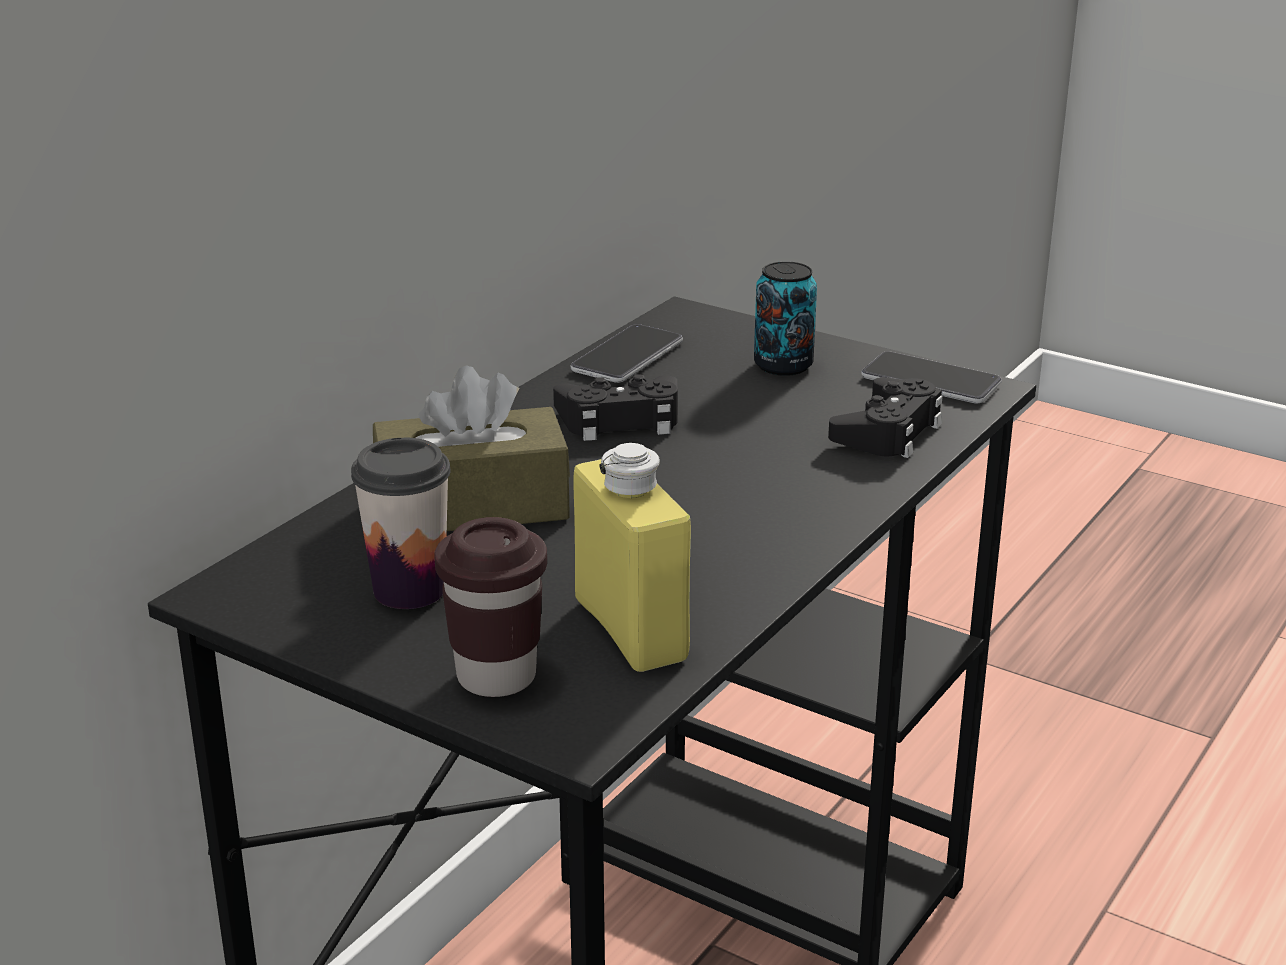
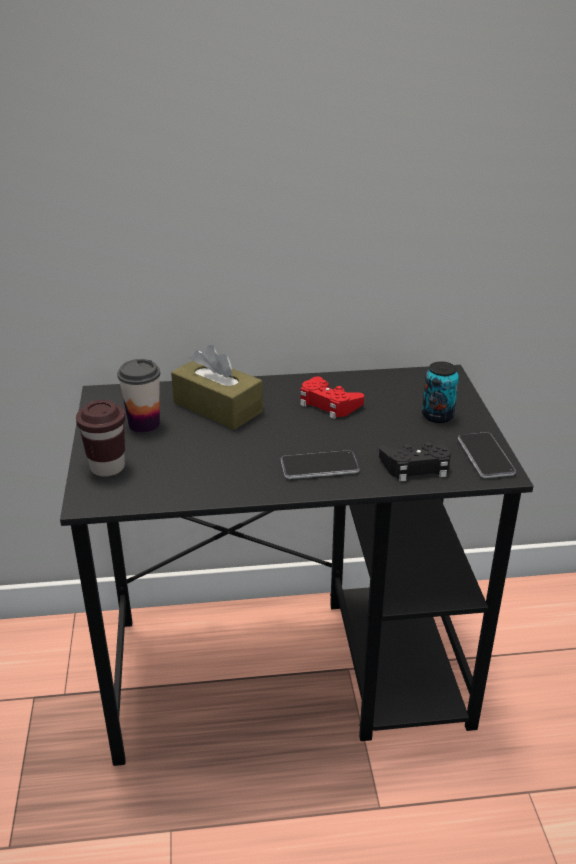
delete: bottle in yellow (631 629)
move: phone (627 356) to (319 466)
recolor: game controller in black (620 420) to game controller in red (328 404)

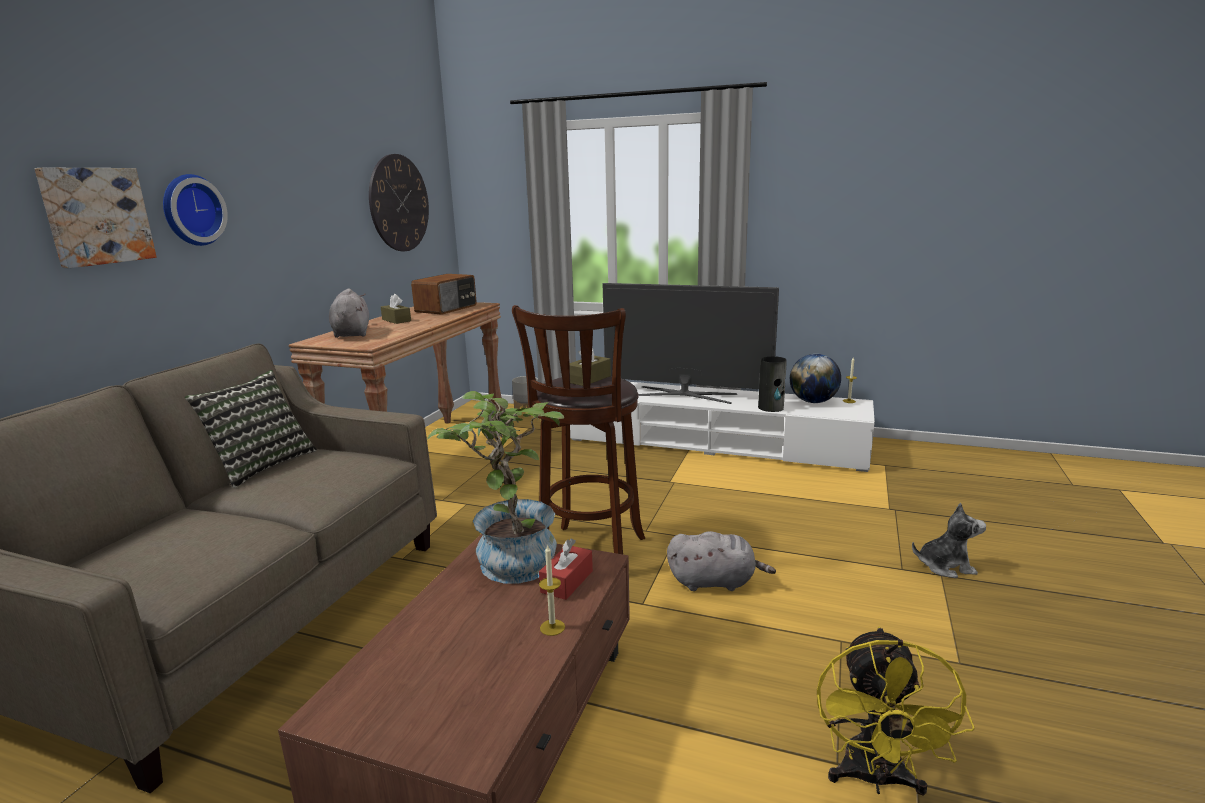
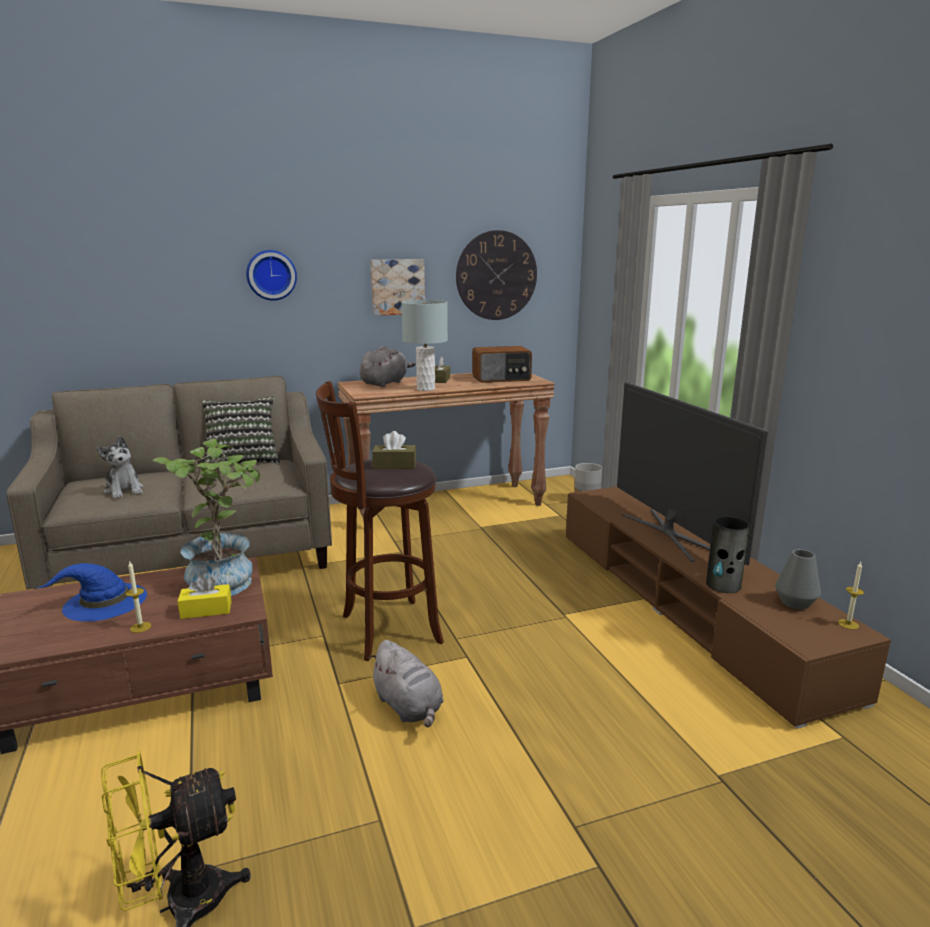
insert: hat in blue (104 602); table lamp in grey (426 389)
move: plush toy (945 566) to (124 490); picture (96 216) to (397 287)
replace: globe (813 402) to vase in grey (795 603)
recolor: tissue box in red (567 581) to tissue box in yellow (206 610); tv stand in white (715 444) to tv stand in brown (688 606)

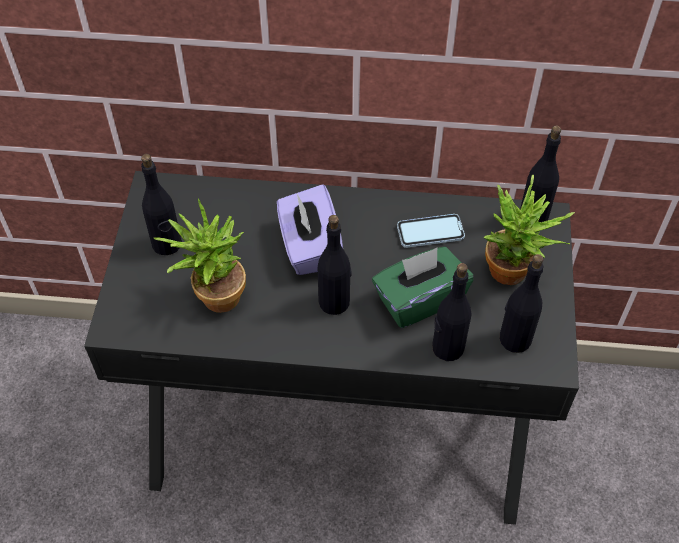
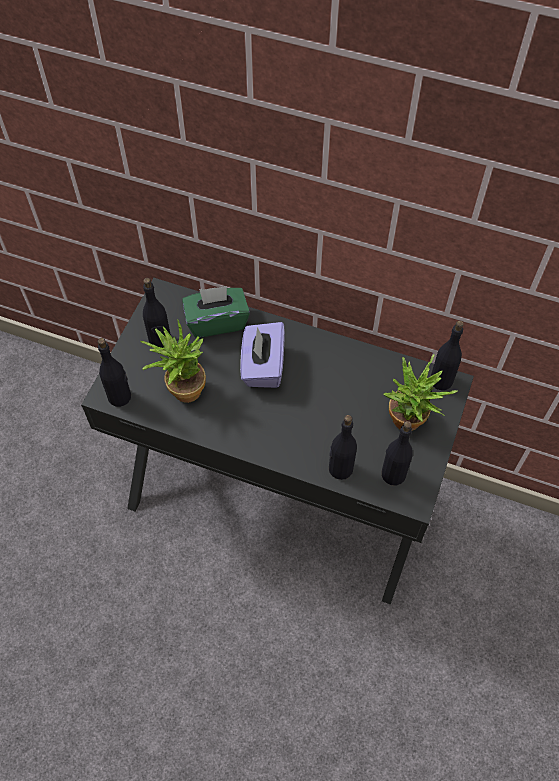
delete: phone (430 232)
move: bottle in black (334 302) to (120 396); tissue box in green (419 300) to (217 321)

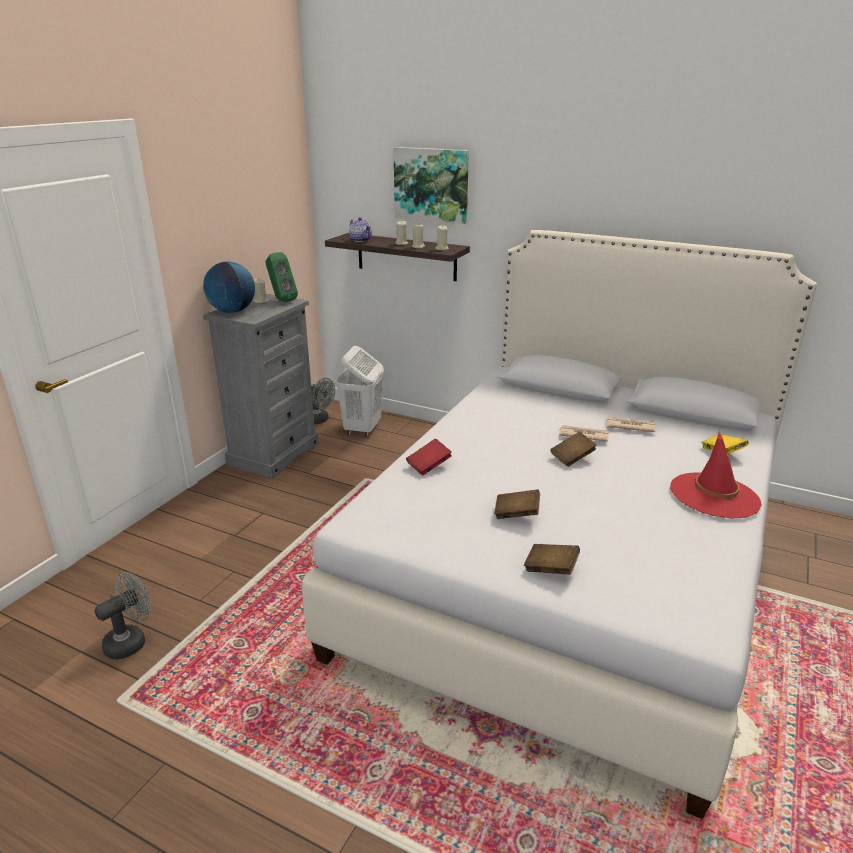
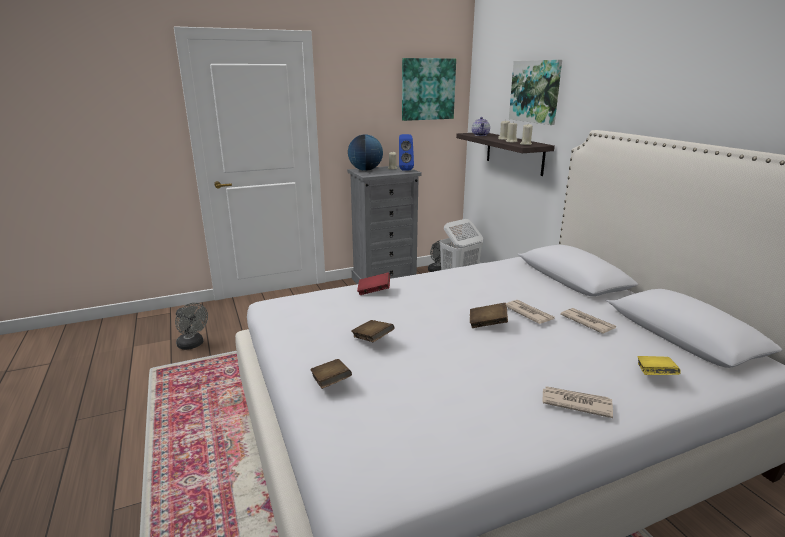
insert: picture (427 89)
replace: hat in red (714 495) to newspaper (575 403)
recolor: speaker in green (281 300) to speaker in blue (405 170)
rotate: fan in grey (131 641) = (193 345) 45 degrees clockwise

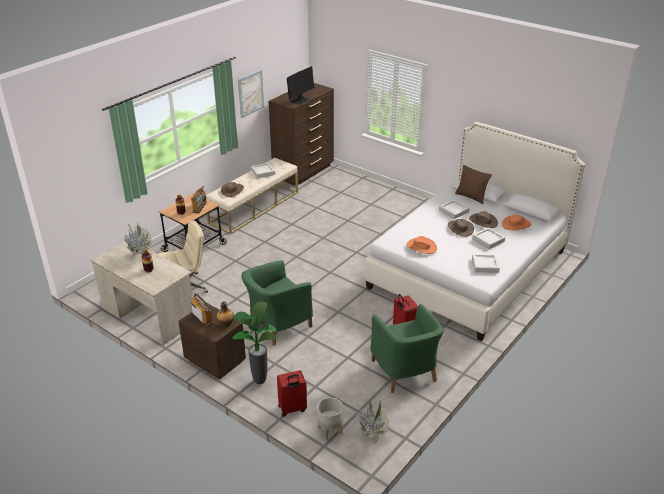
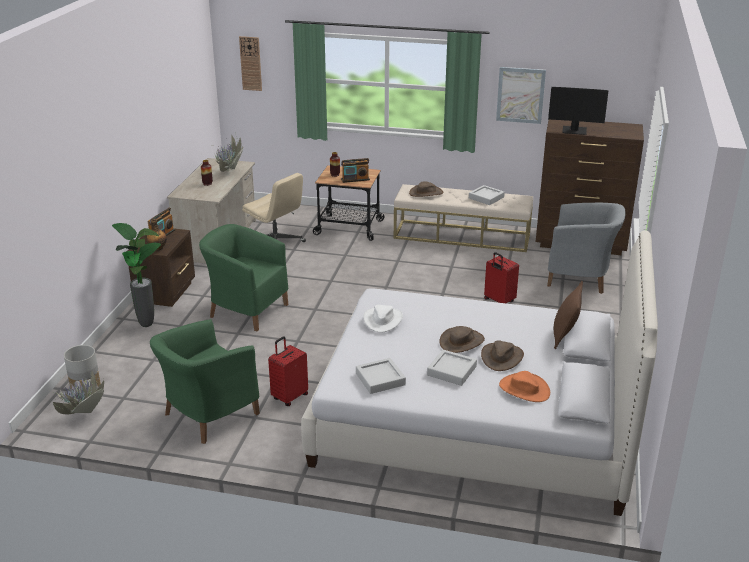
delete: tray in grey (453 211)
insert: wall clock (250 63); armchair in grey (581 278)
move: suitcase in red (292 409) to (498 301)
recolor: hat in orange (421 247) to hat in white (383 320)

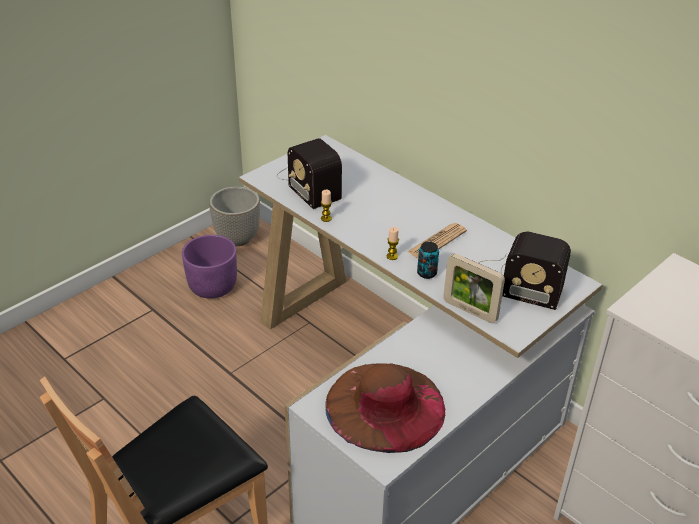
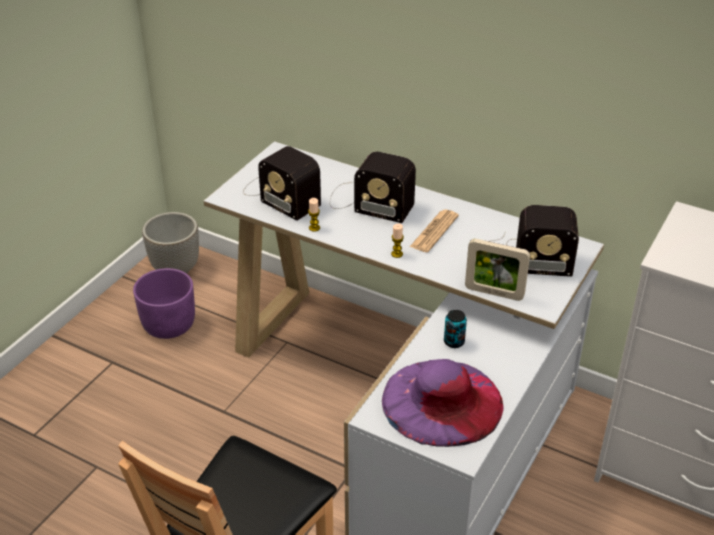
insert: radio (368 201)
move: can (426 273) to (454 342)
recolor: hat in brown (385 406) to hat in purple (442 401)

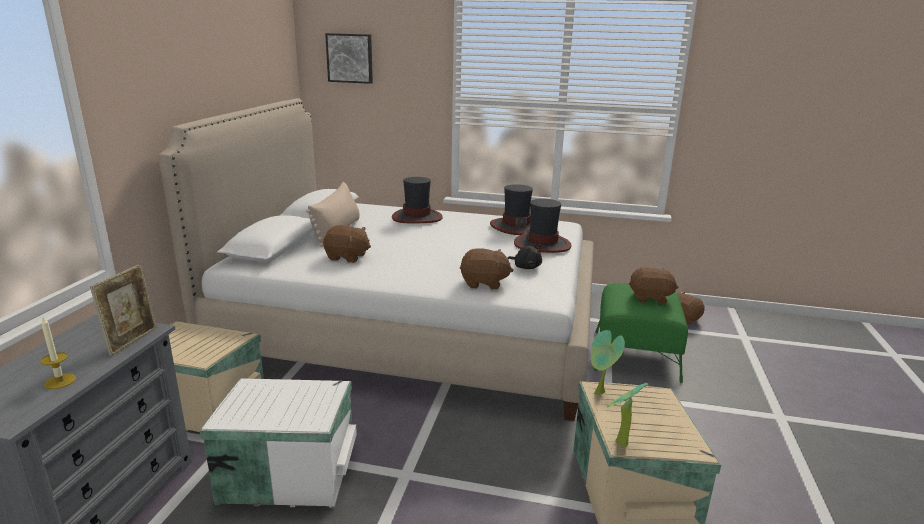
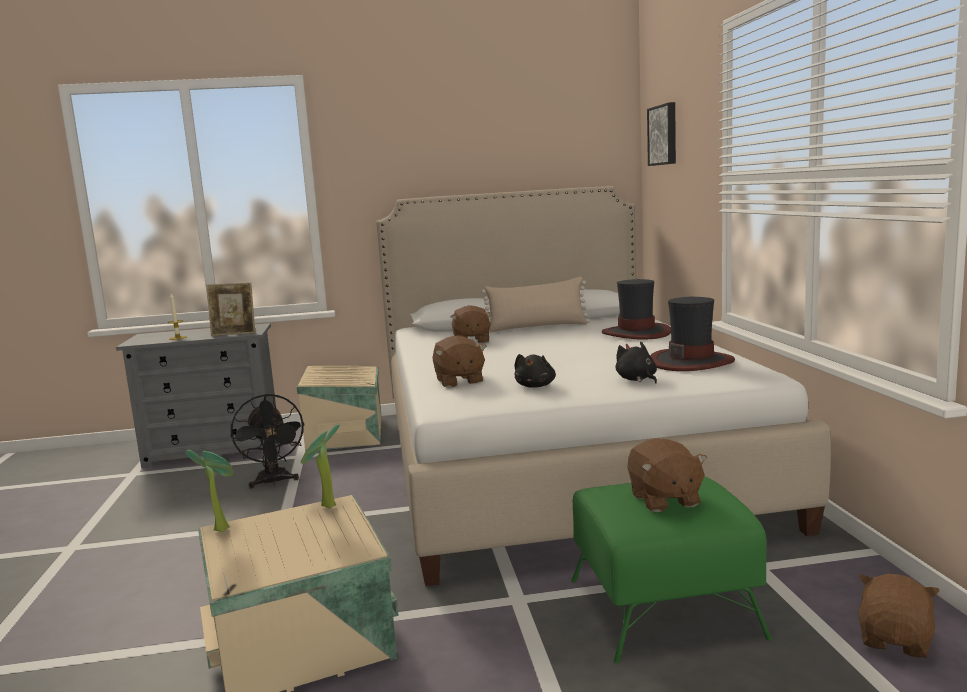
replace: storage box in white (288 469) to fan in black (273 482); hat (542 244) to plush toy in black (637 379)

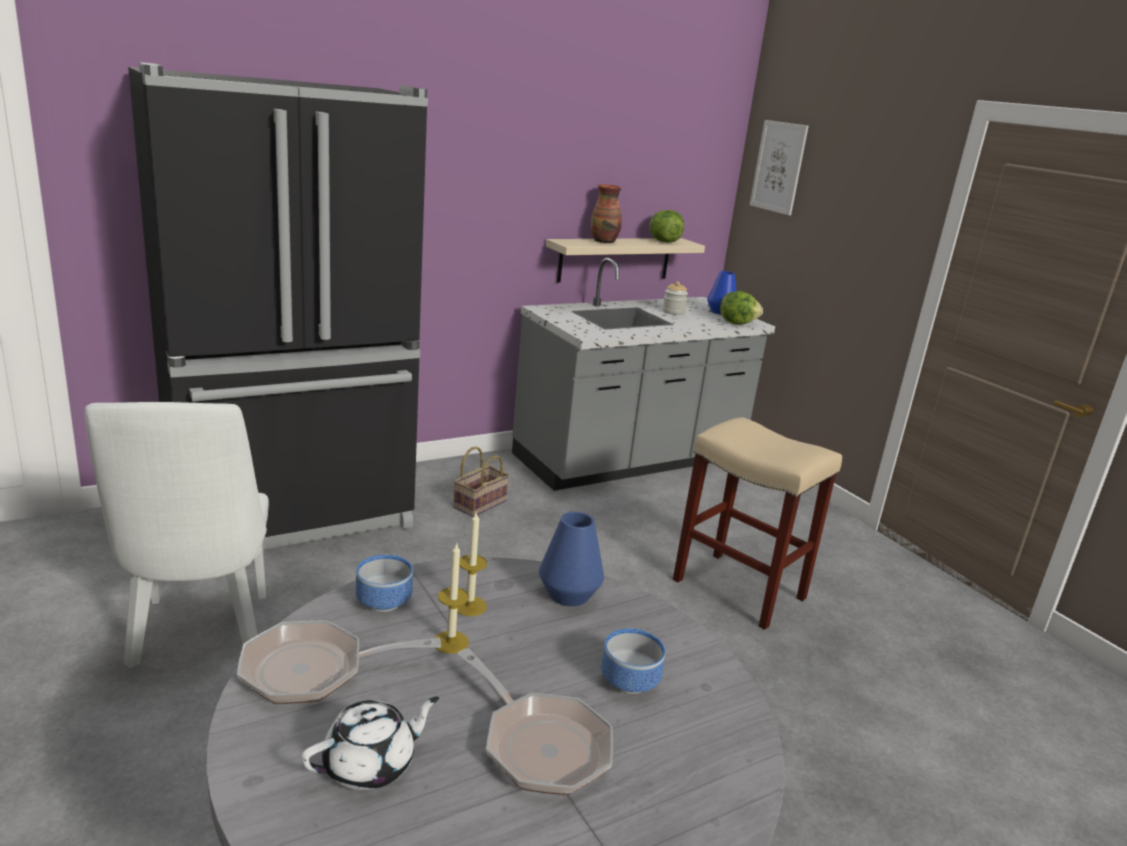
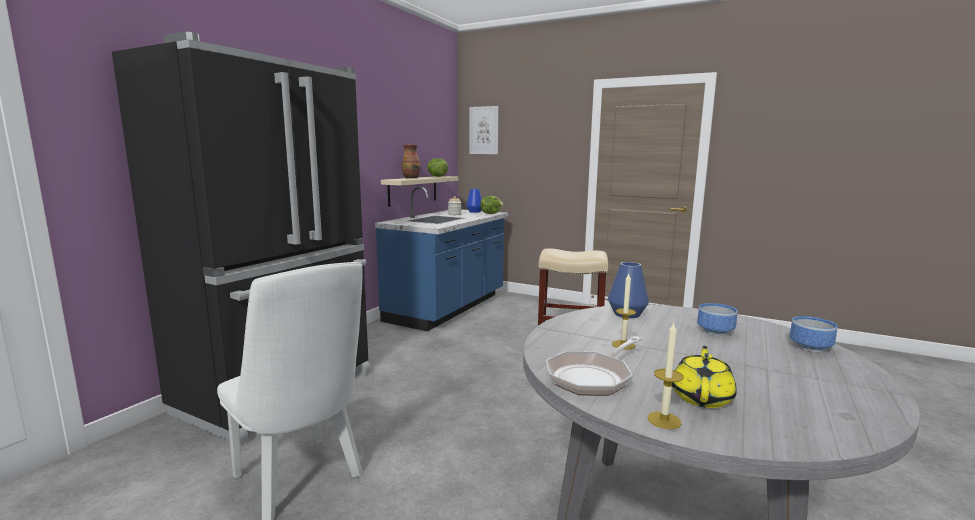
delete: basket (480 503); frying pan (539 744)
move: candle (470 606) to (664 420); bowl (384 600) to (808 347)
recolor: counter in grey (629 460) to counter in blue (448 307); teapot in white (371 765) to teapot in yellow (702 397)

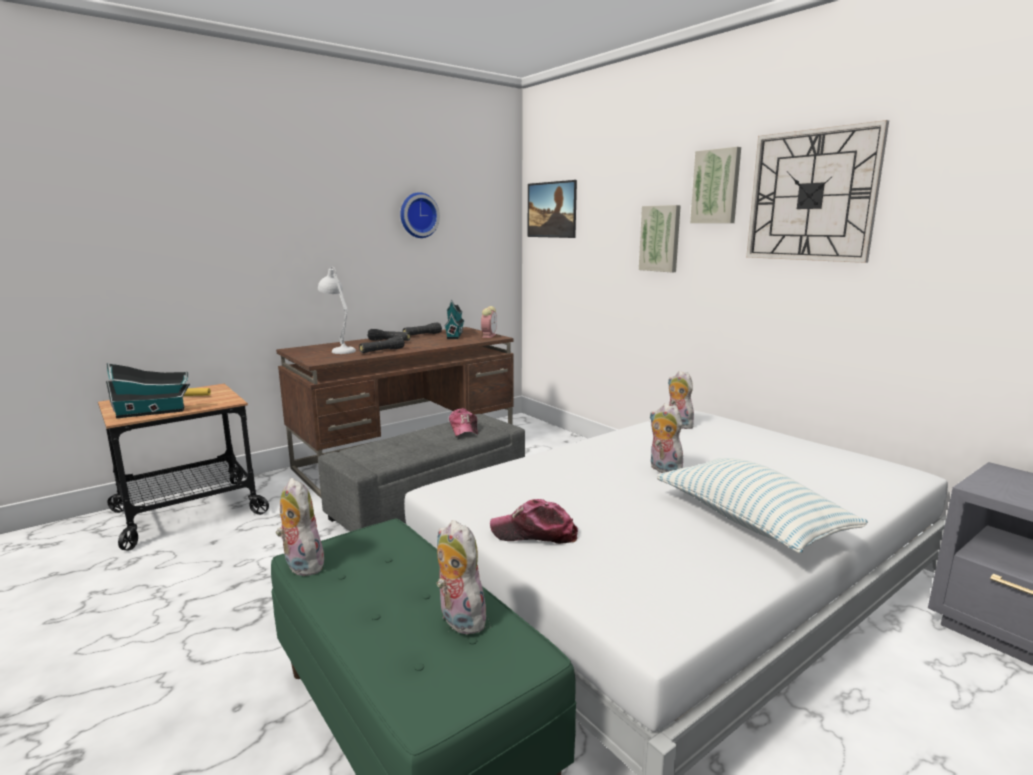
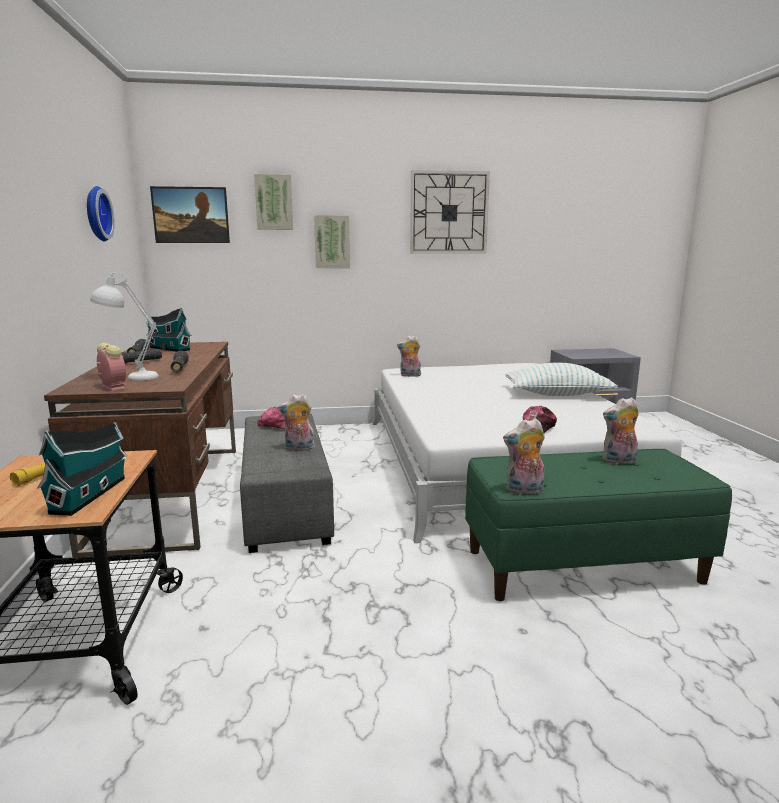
move: alarm clock (489 336) to (112 387); picture (716 186) to (274 202); plush toy (663 470) to (298 449)

